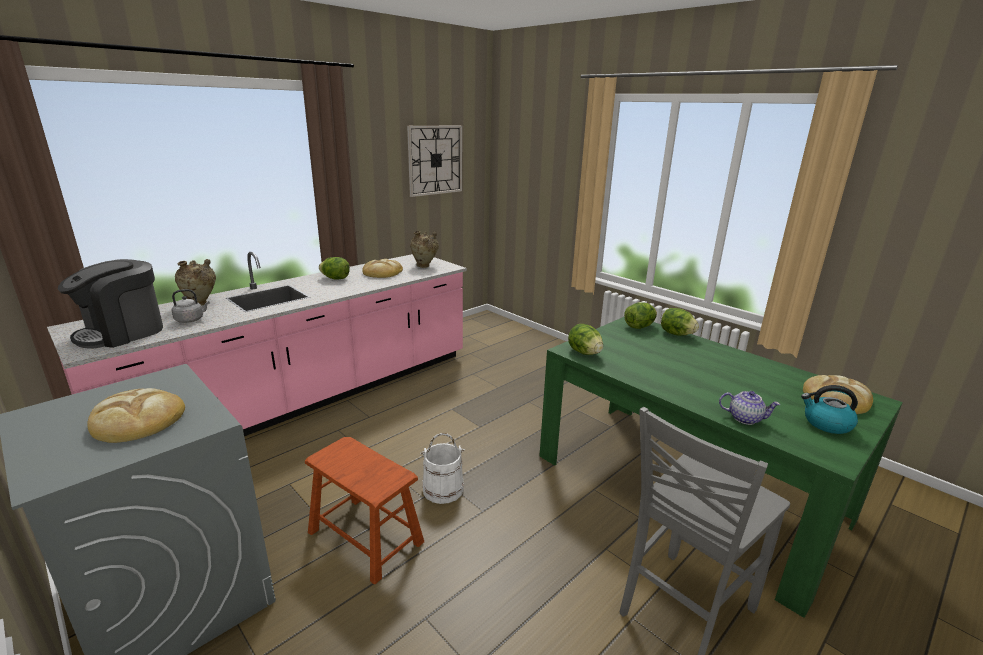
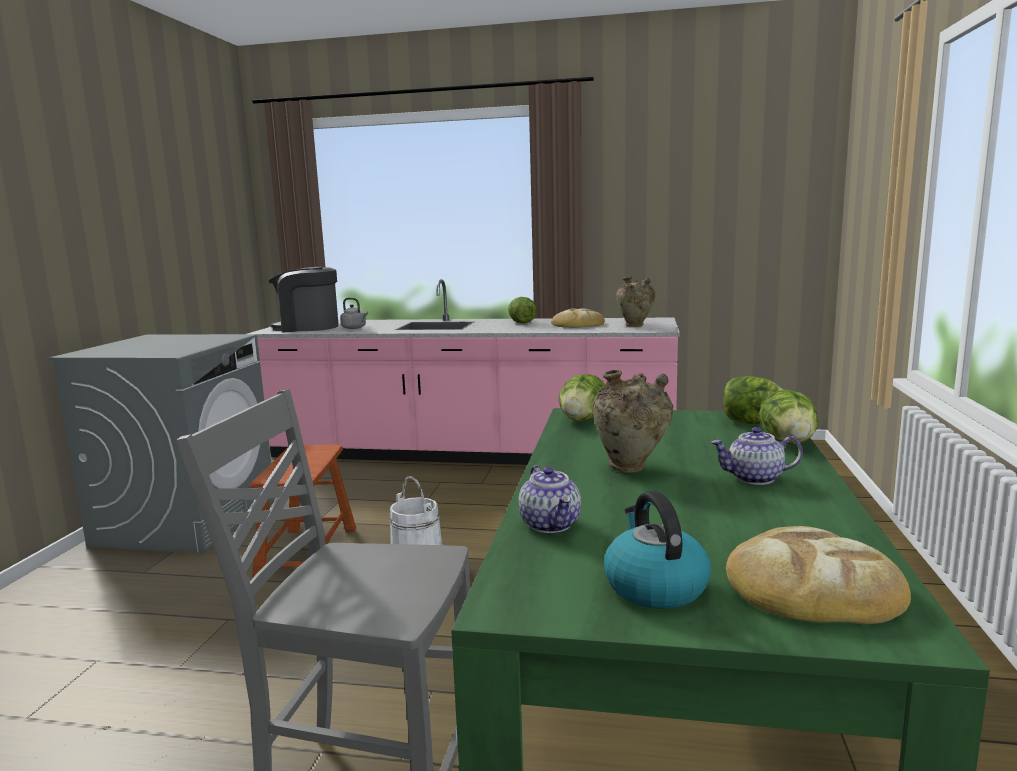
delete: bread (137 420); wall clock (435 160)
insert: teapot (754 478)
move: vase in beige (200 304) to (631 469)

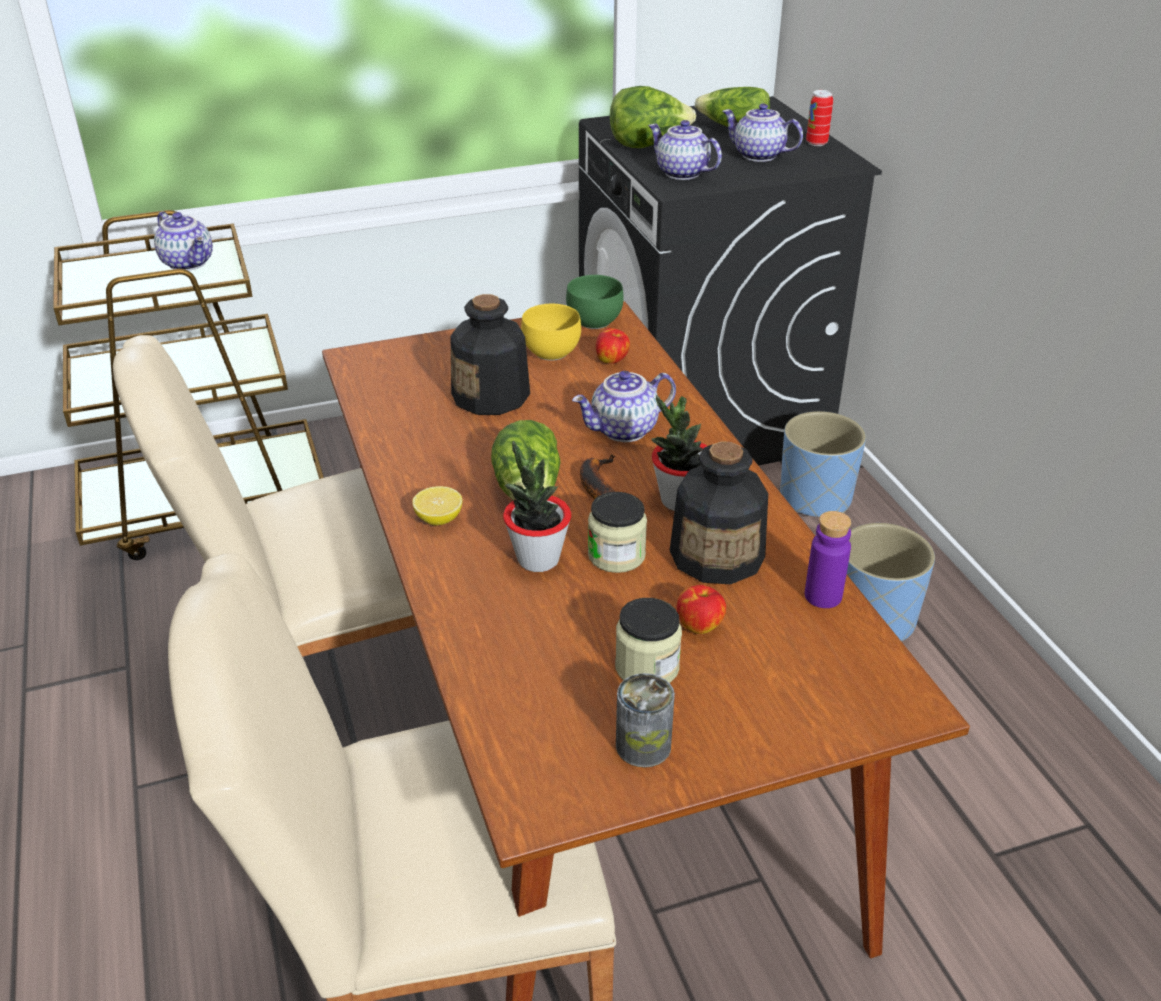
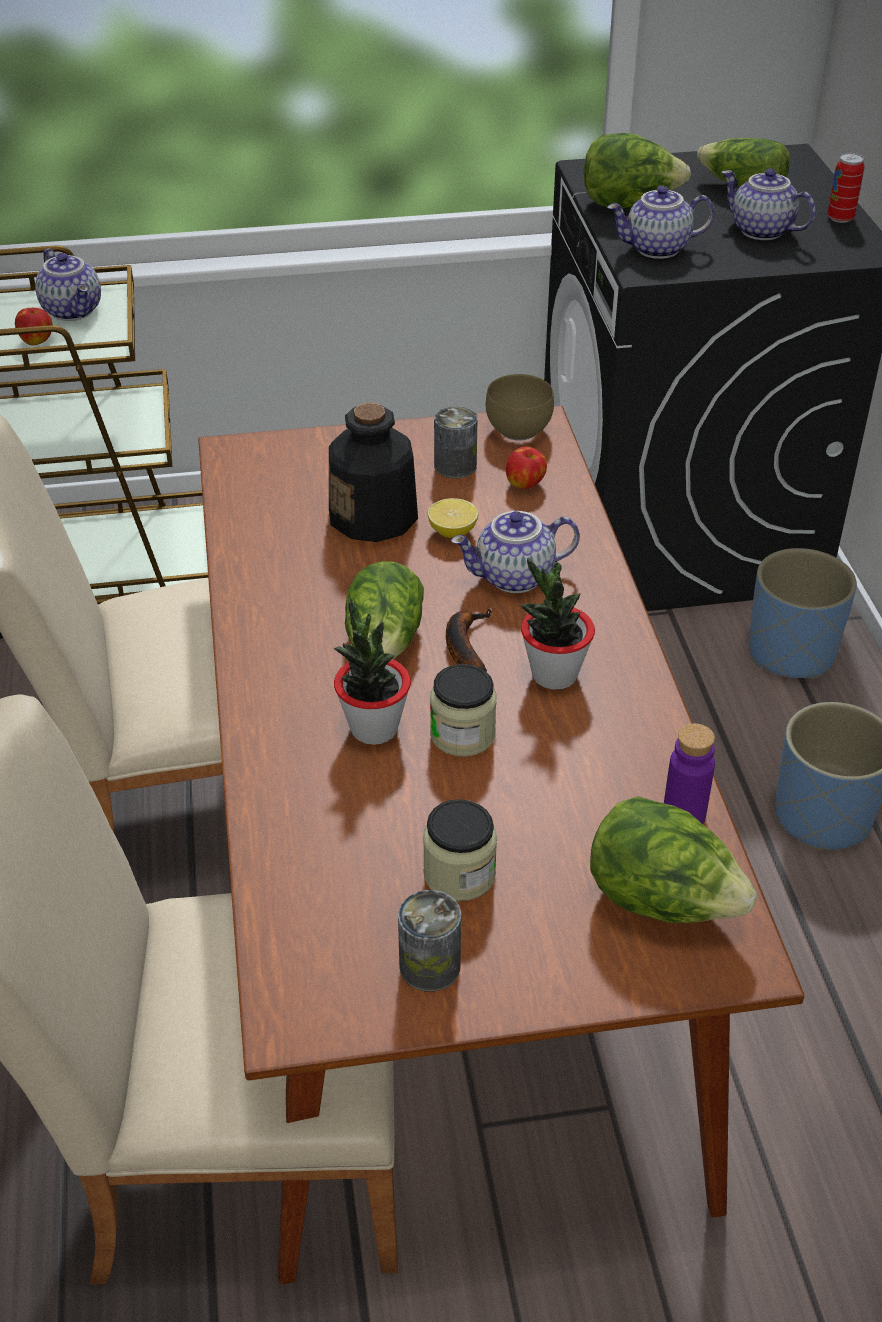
delete: bottle (717 556)
insert: lettuce (662 901)
move: apple (699 625) to (37 341); lemon (439 519) to (452 532)
replace: bowl in yellow (549 352) to can (455 466)
recolor: bowl in green (593 322) to bowl in brown (516 431)
rotate: teapot (681 173) = (657 249) 60 degrees counterclockwise

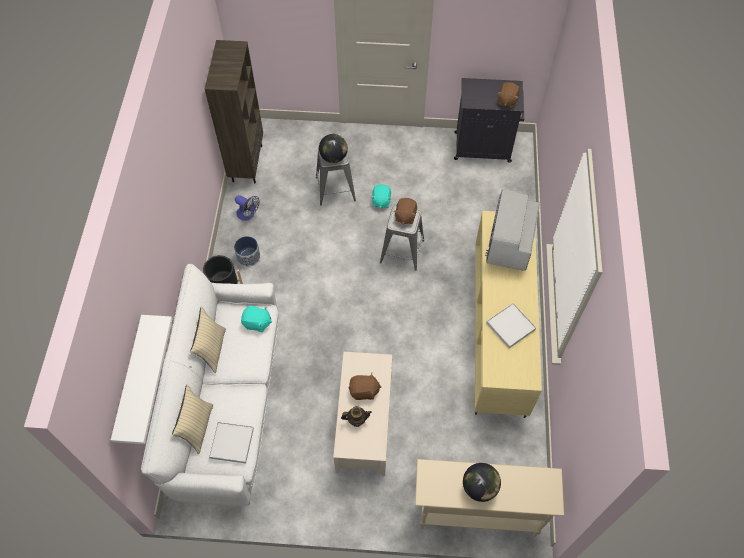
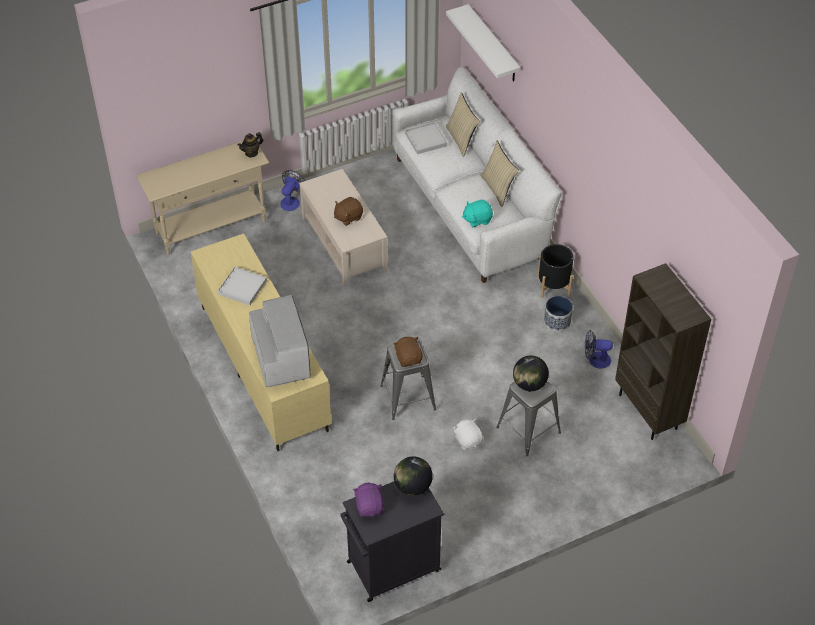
insert: fan (291 201)
move: teapot (356 420) to (251 153); globe (479 487) to (413 486)
recolor: plush toy in brown (507 101) to plush toy in purple (369 506); plush toy in turquoise (381 201) to plush toy in white (468 440)

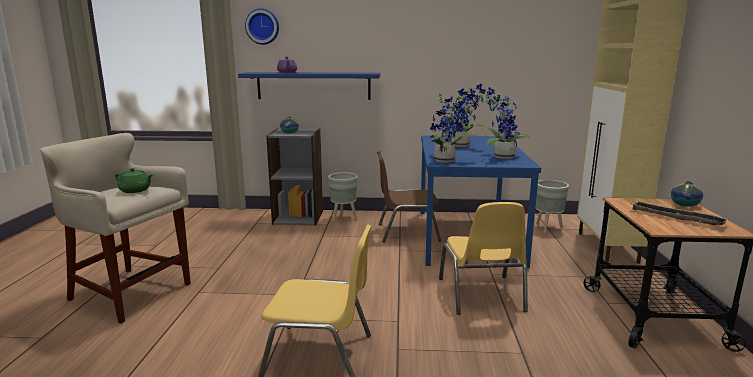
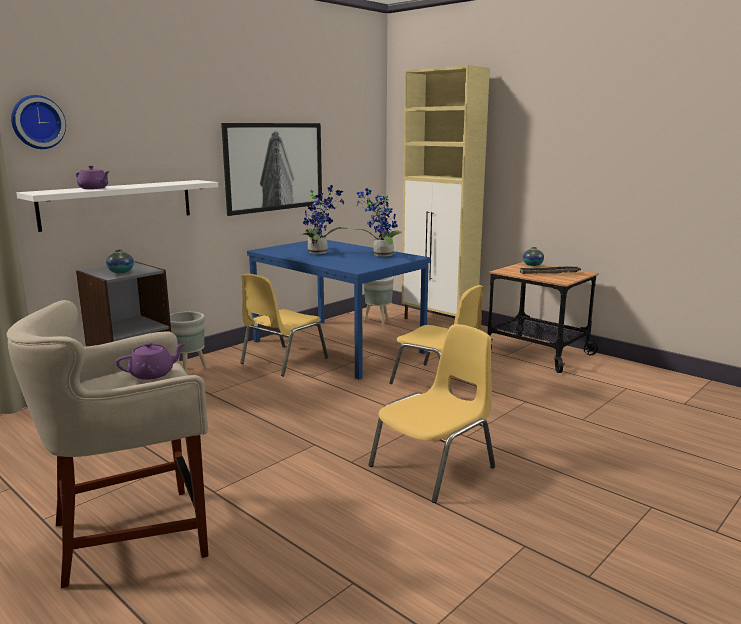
delete: potted plant (447 160)
insert: picture (274 167)
recolor: shelf in blue (313 86) to shelf in white (118 204); teapot in green (135 190) to teapot in purple (153 374); chair in brown (407 232) to chair in yellow (282 361)

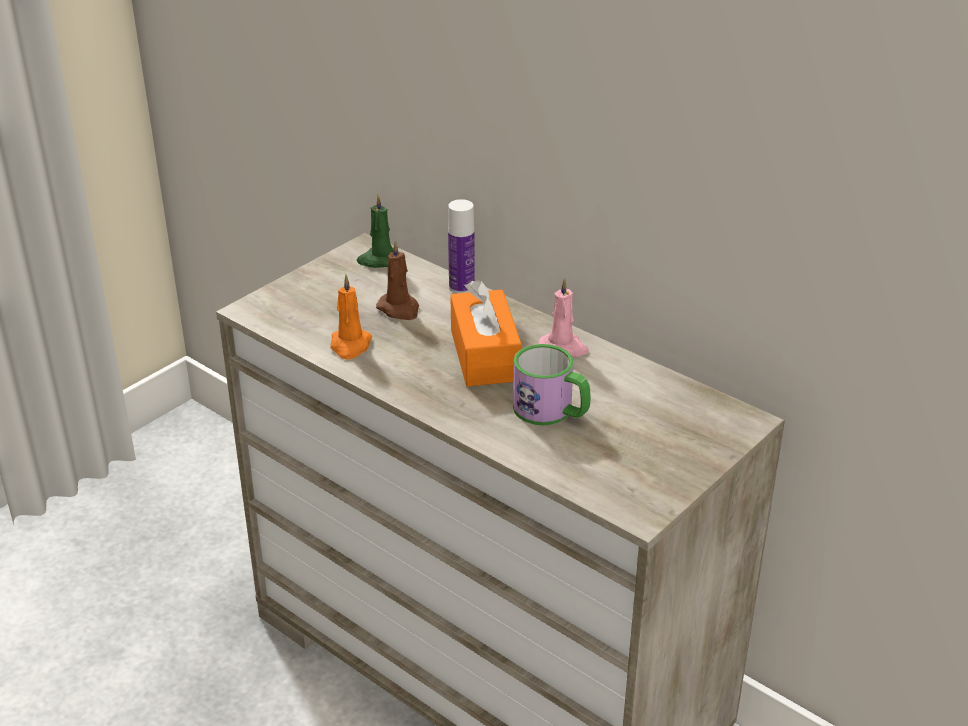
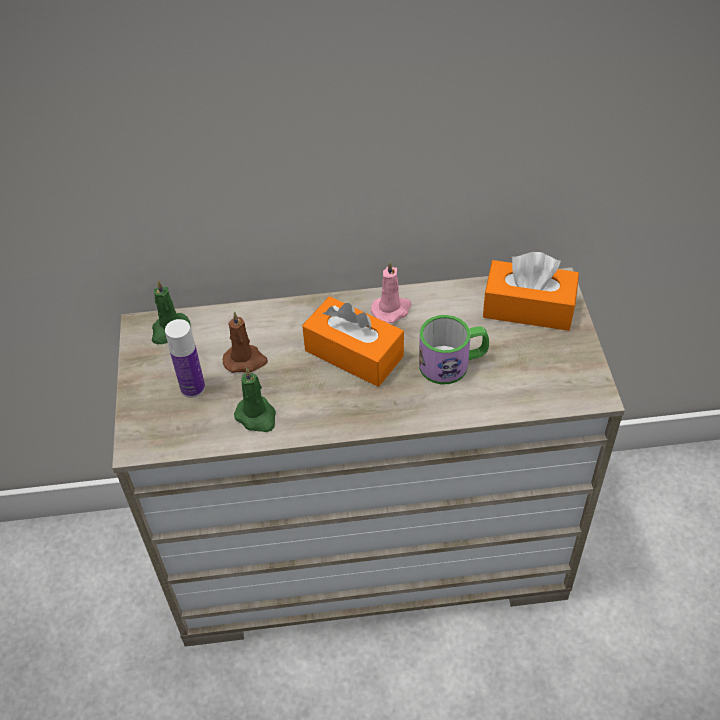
insert: tissue box in orange (528 308)
move: bottle (461 287) to (192 388)
recolor: candle in orange (350 345) to candle in green (257 417)

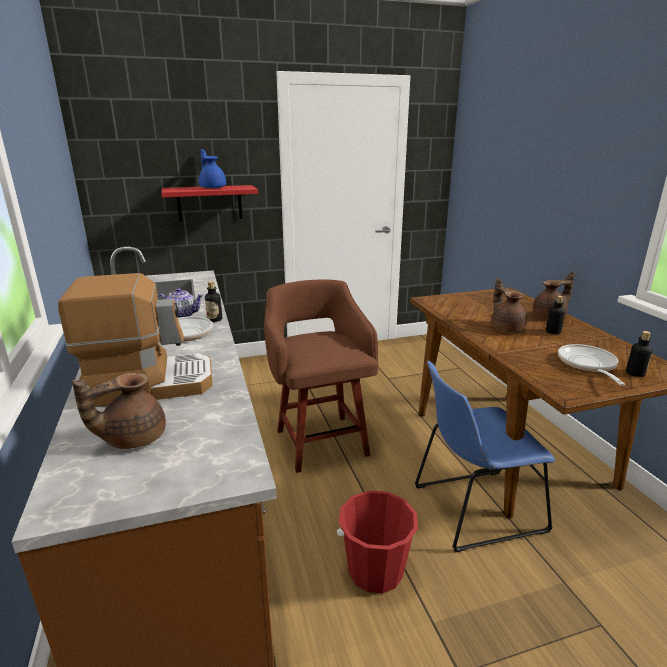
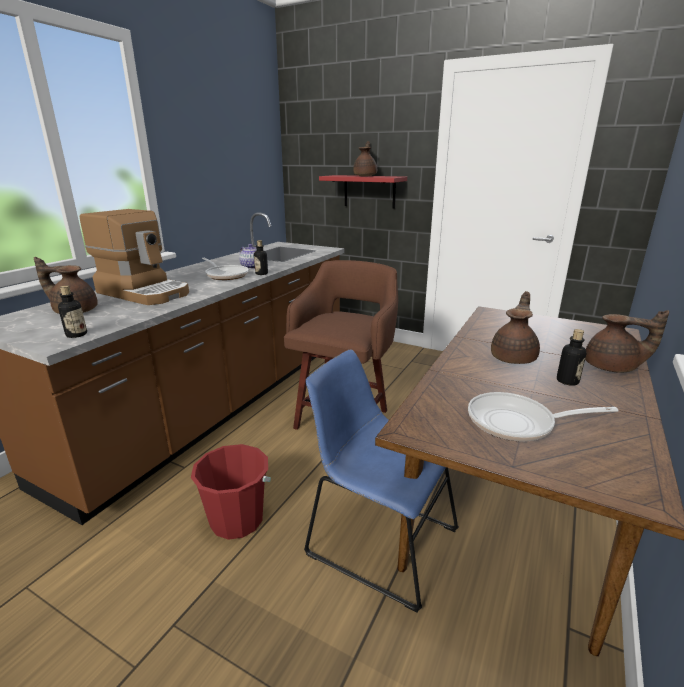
move: bottle (635 373) to (76 335)
recolor: teapot in blue (213 188) to teapot in brown (365 176)
rotate: frying pan (588 365) = (517 423) 135 degrees counterclockwise

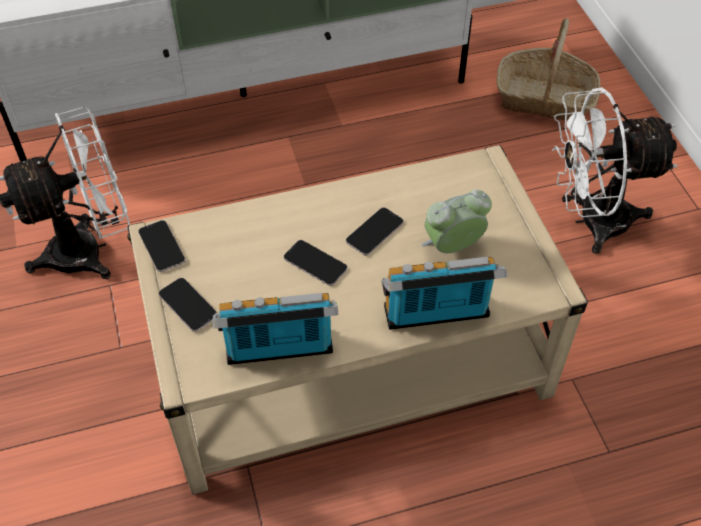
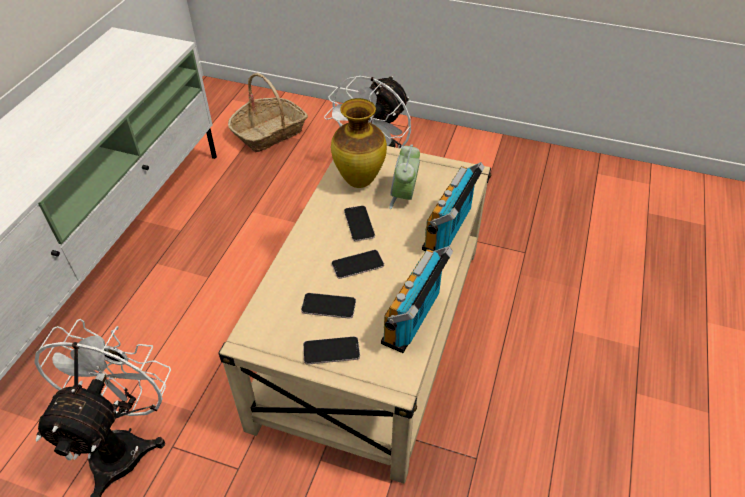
insert: vase (358 181)
move: phone (161 246) to (328 306)

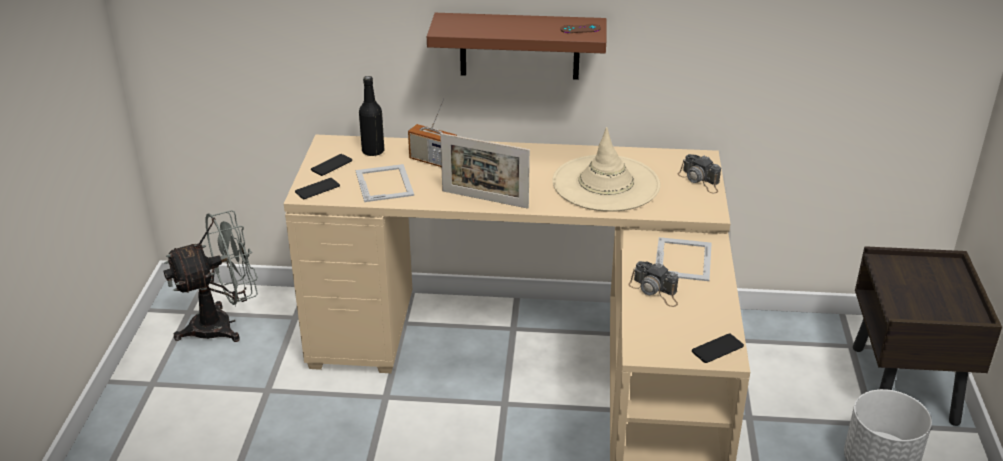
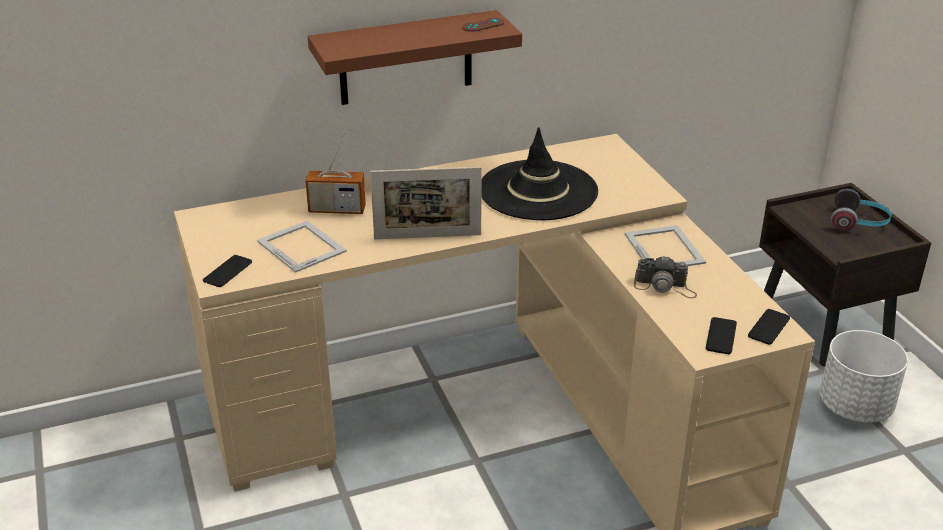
delete: fan in grey (223 325); bottle in black (373 151); photo camera (700 180)
insert: headphones (859 223)
move: phone (331 165) to (721 336)
recolor: hat in beige (606 184) to hat in black (538 191)

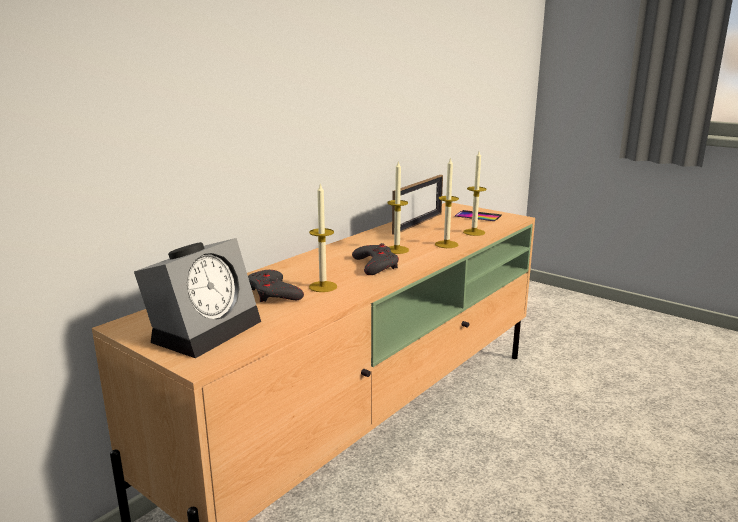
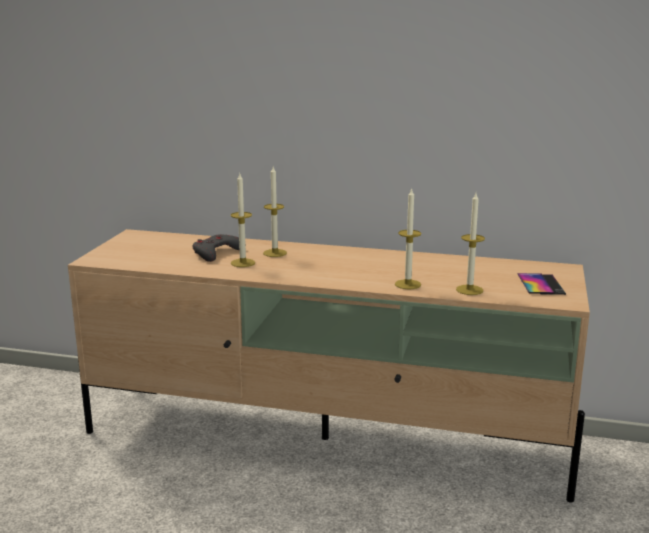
delete: alarm clock (206 329); game controller in grey (376 265); picture frame (418 223)
move: candle (397 250) to (275 253)

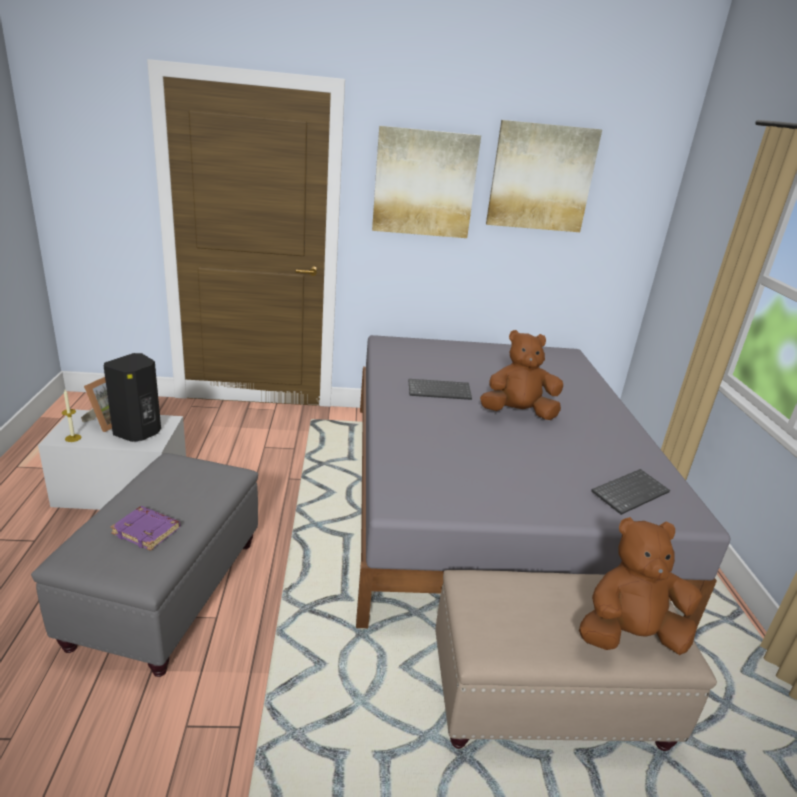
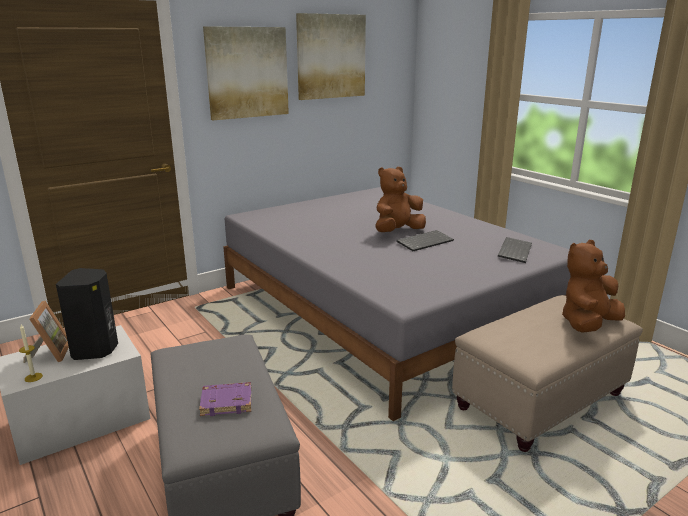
move: keyboard (440 390) to (425 241)

